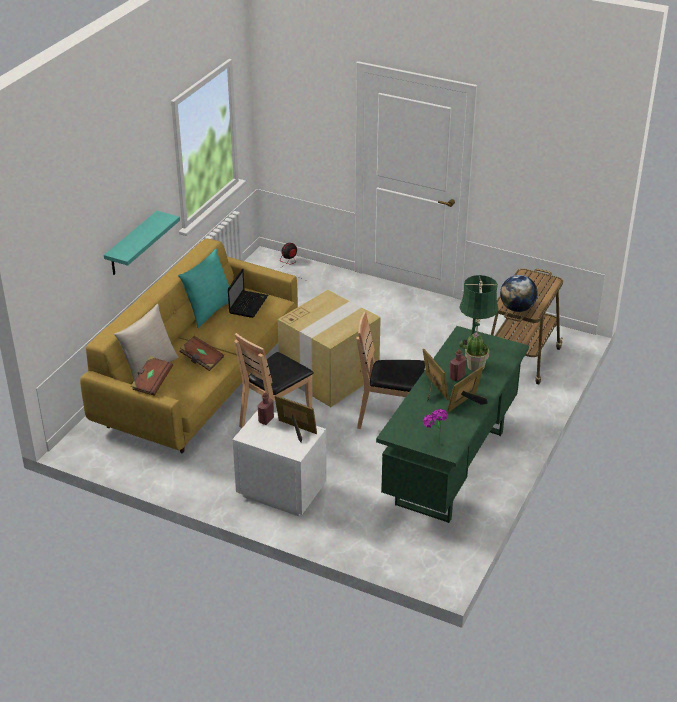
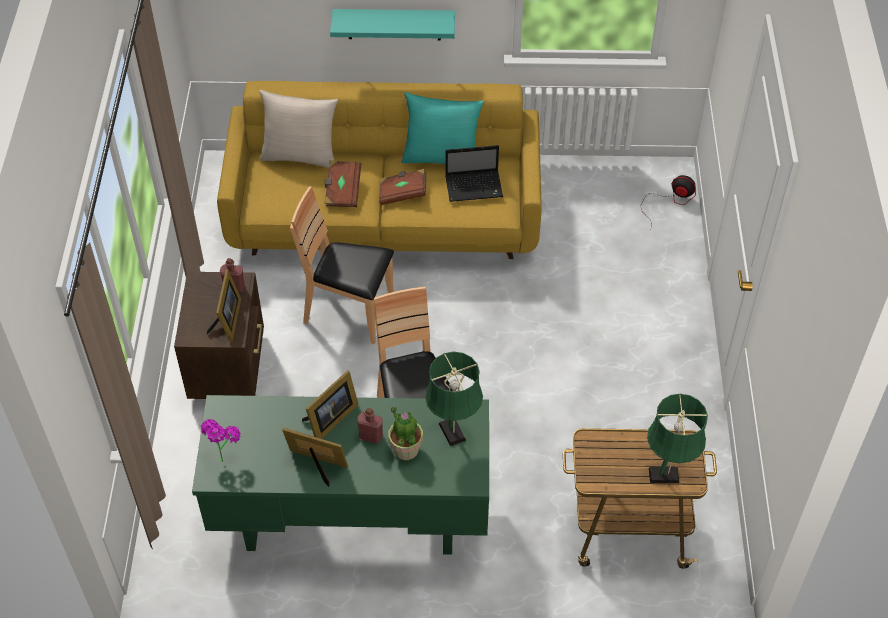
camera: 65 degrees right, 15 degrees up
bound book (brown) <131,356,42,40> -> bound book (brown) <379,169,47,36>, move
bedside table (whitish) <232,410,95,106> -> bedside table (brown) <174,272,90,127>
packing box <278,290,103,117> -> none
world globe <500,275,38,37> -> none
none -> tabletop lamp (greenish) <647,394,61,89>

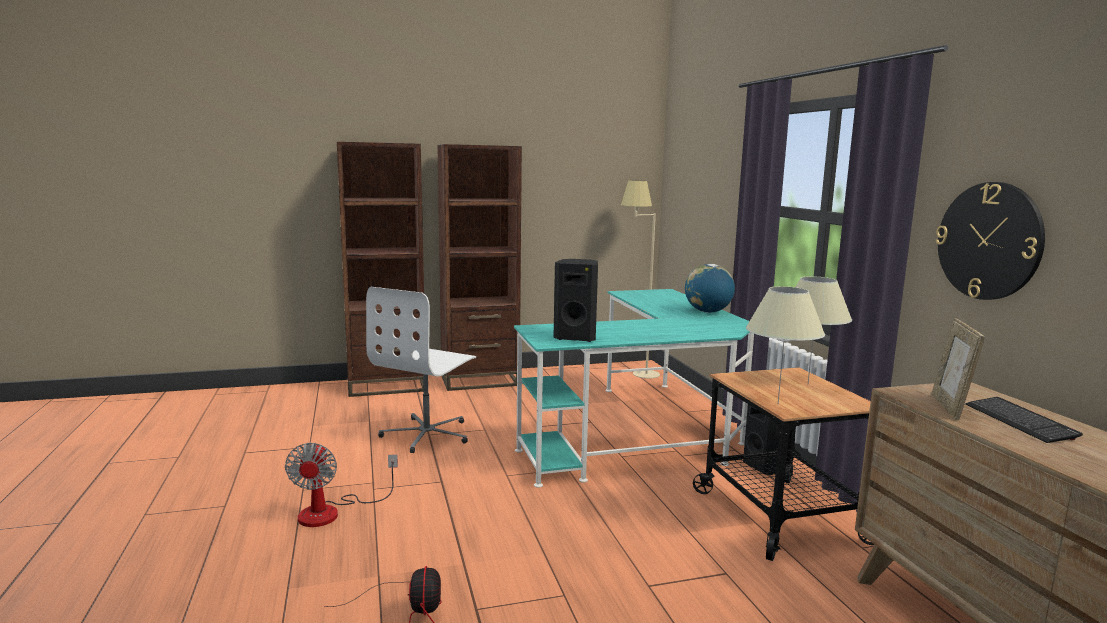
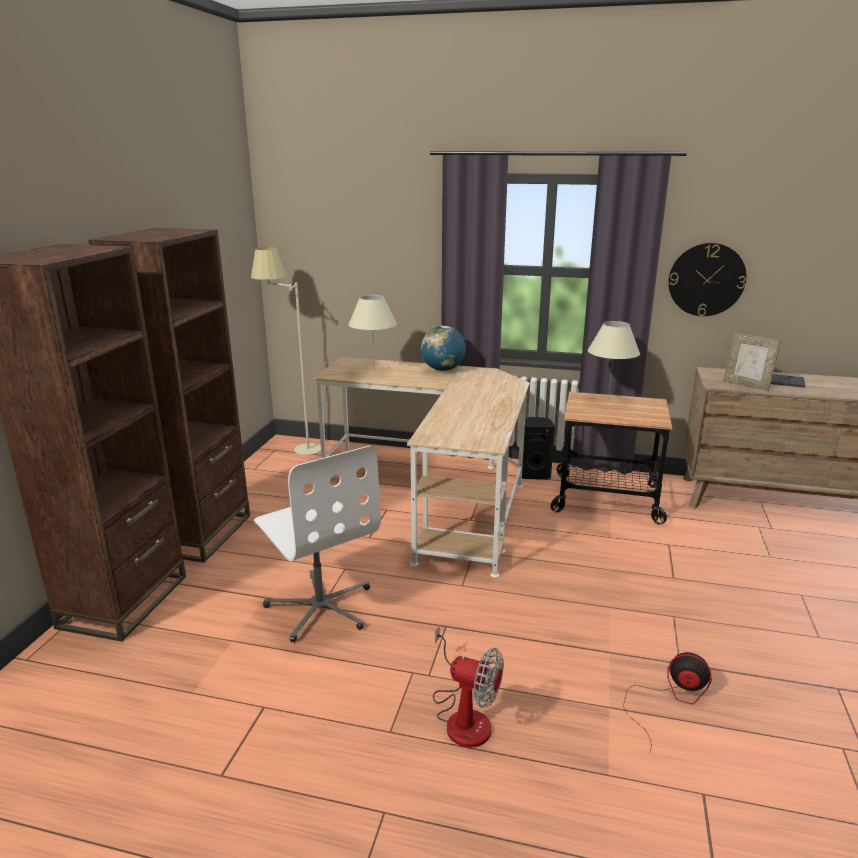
camera: 60 degrees left, 10 degrees up
desk unit (turquoise-coloured) <514,289,240,199> -> desk unit (beige) <314,357,215,221>
speaker (black) <554,259,44,83> -> none
tabletop lamp (beige) <746,286,79,117> -> tabletop lamp (beige) <348,295,49,63>, move

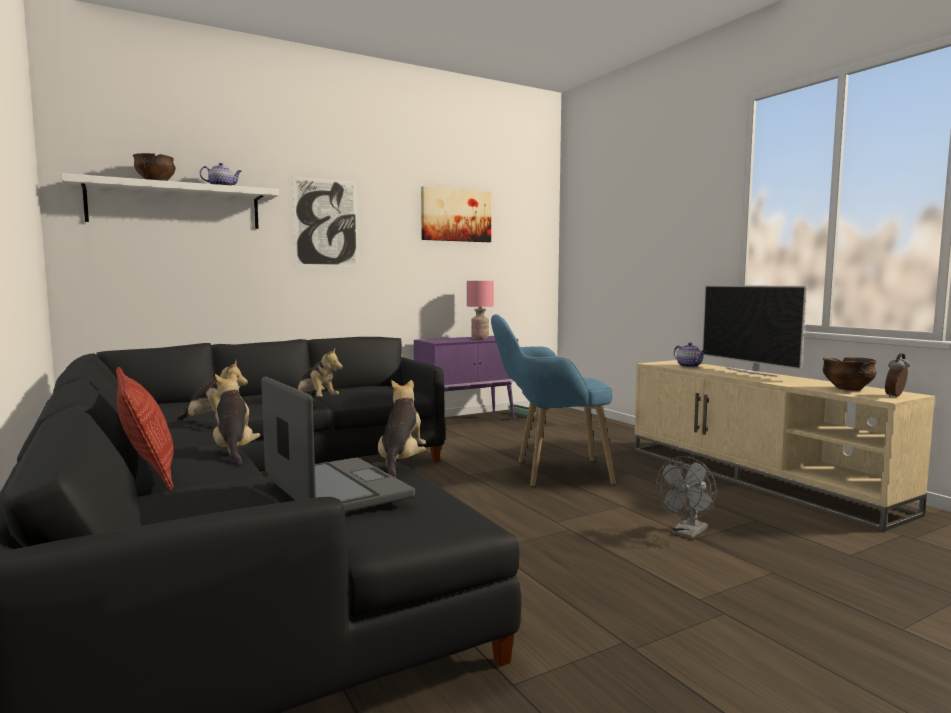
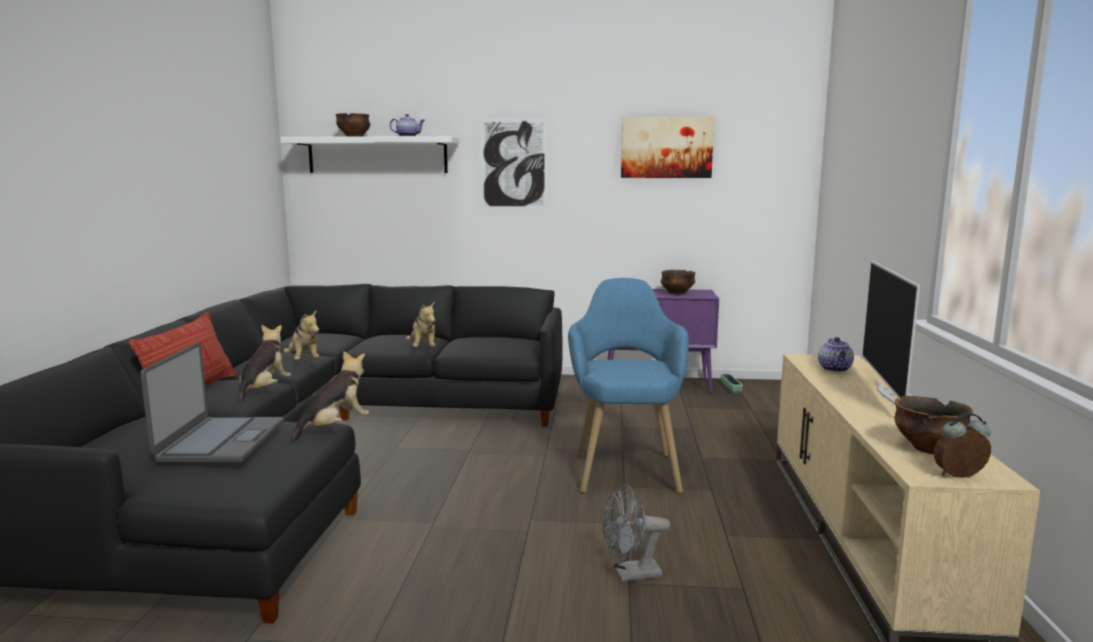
camera: 35 degrees right, 5 degrees up
tabletop lamp (pink-coloured) <467,281,27,58> -> deep dish <661,270,35,25>
lounge chair (blue) <491,314,125,173> -> lounge chair (blue) <568,278,121,216>, 60 degrees clockwise

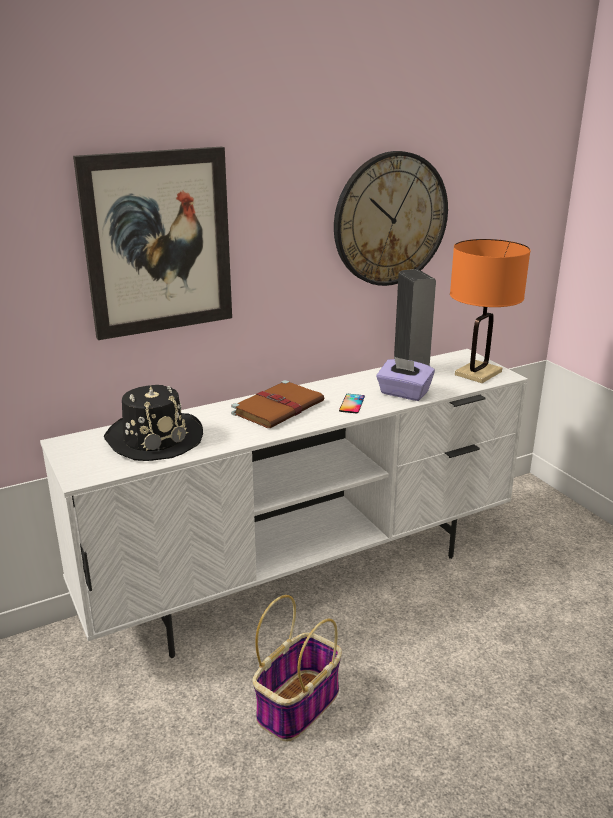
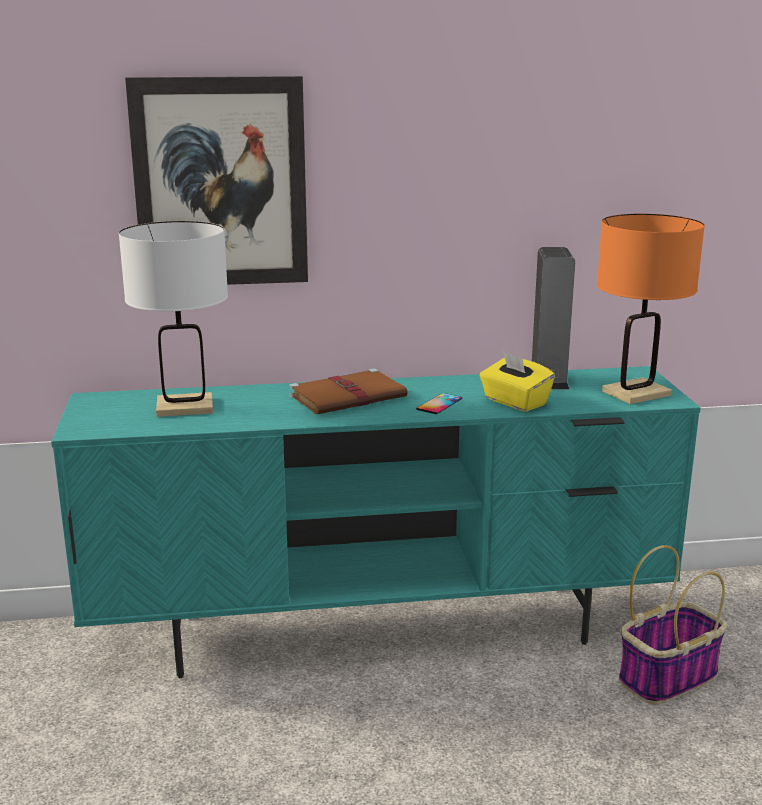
camera: 20 degrees right, 5 degrees down
tv unit (whitish) <40,349,488,309> -> tv unit (turquoise-coloured) <51,366,650,312>
hat (black) <104,385,99,76> -> tabletop lamp (whitish) <119,221,109,196>
basket <252,595,90,146> -> basket <619,545,108,160>, move
wall clock <334,151,114,135> -> none
tissue holder (purple) <376,357,59,44> -> tissue holder (yellow) <480,351,75,61>

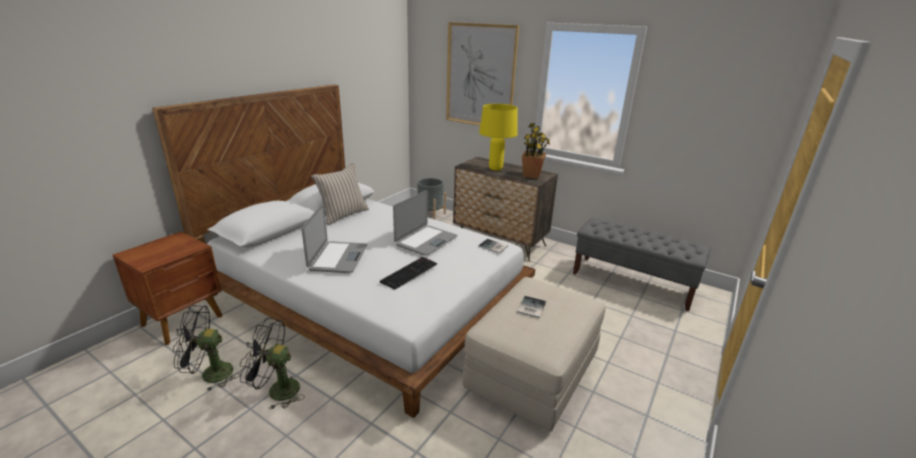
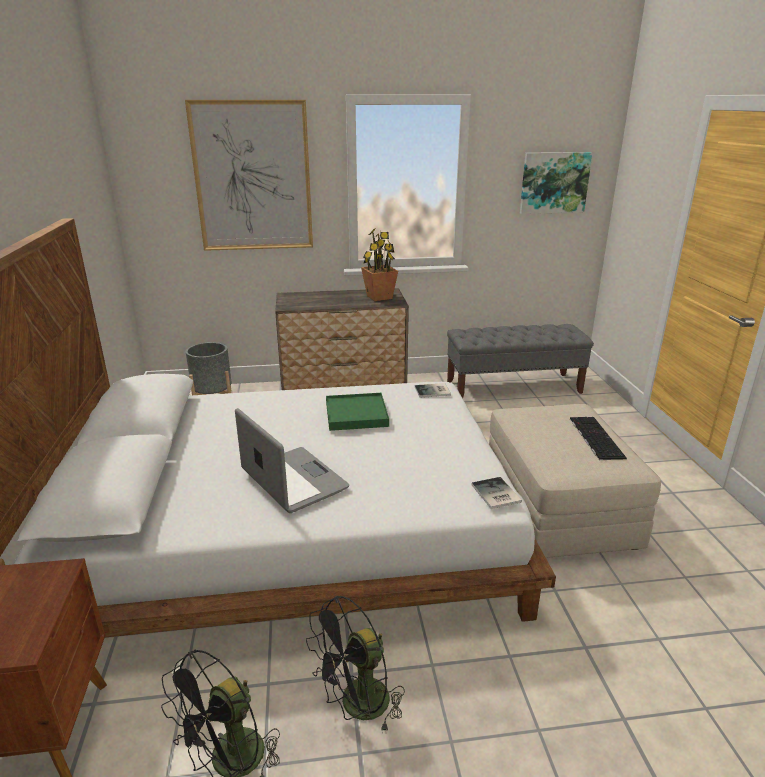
camera: 40 degrees left, 0 degrees up
pillow (beige) <311,163,58,62> -> none
PC keyboard <380,257,57,33> -> PC keyboard <570,417,57,43>, move
laptop <393,190,64,66> -> serving tray (greenish) <326,393,63,38>
tabletop lamp (yellow) <479,104,39,67> -> none
bound book <517,296,29,23> -> bound book <471,477,51,32>, move
none -> wall picture <520,152,73,62>

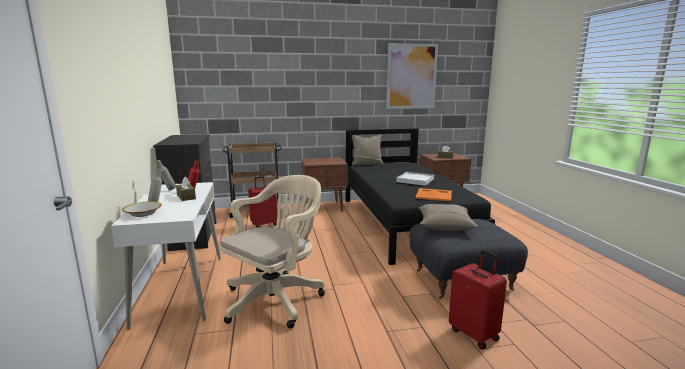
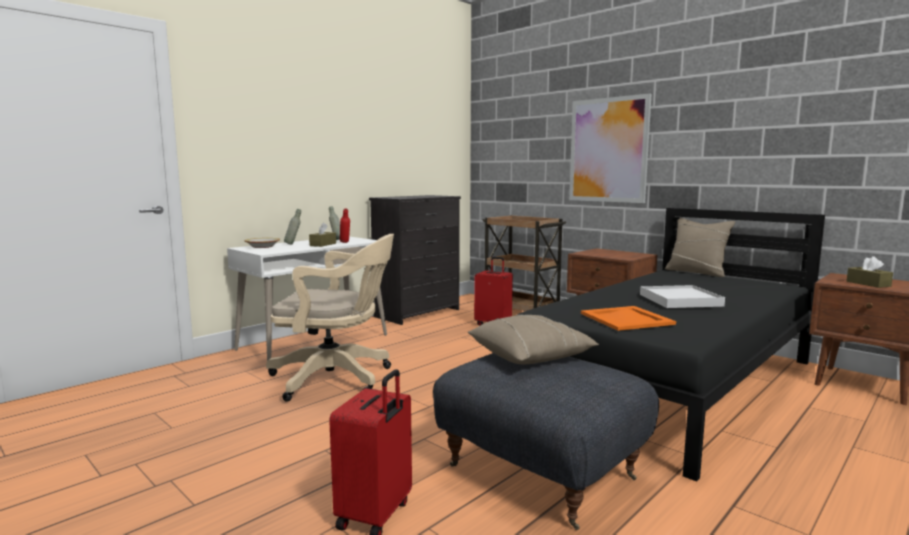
camera: 55 degrees right, 5 degrees down
wall picture <386,43,52,66> -> wall picture <569,93,83,110>, move

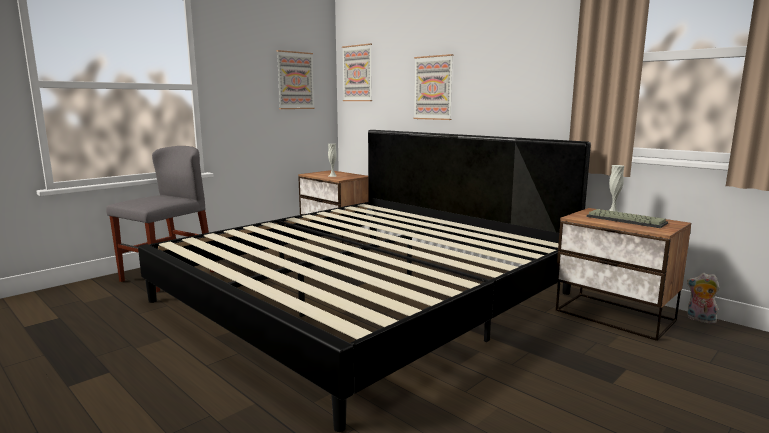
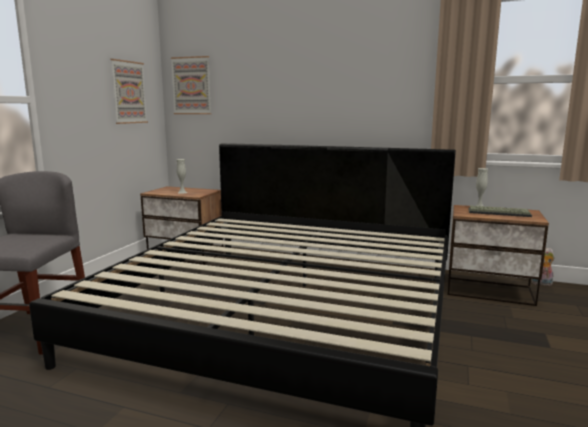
camera: 25 degrees left, 0 degrees up
wall picture <413,54,40,66> -> none

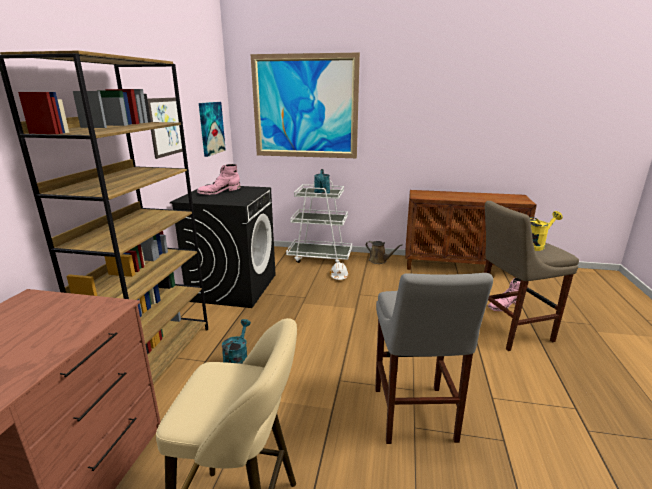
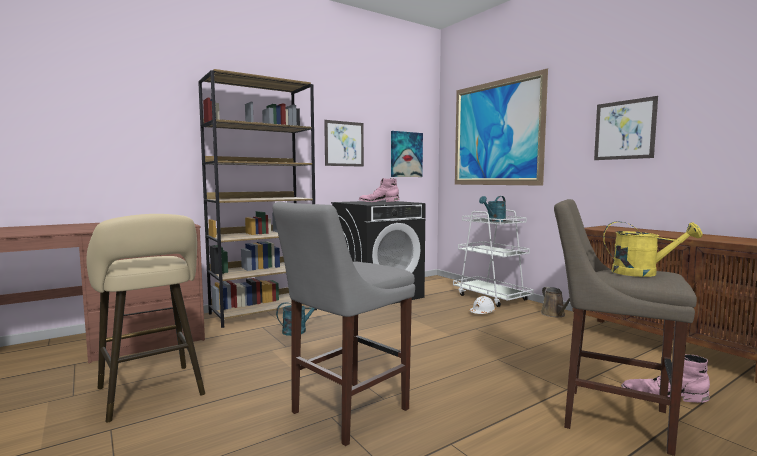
camera: 45 degrees right, 15 degrees down
none -> wall picture <594,96,64,64>

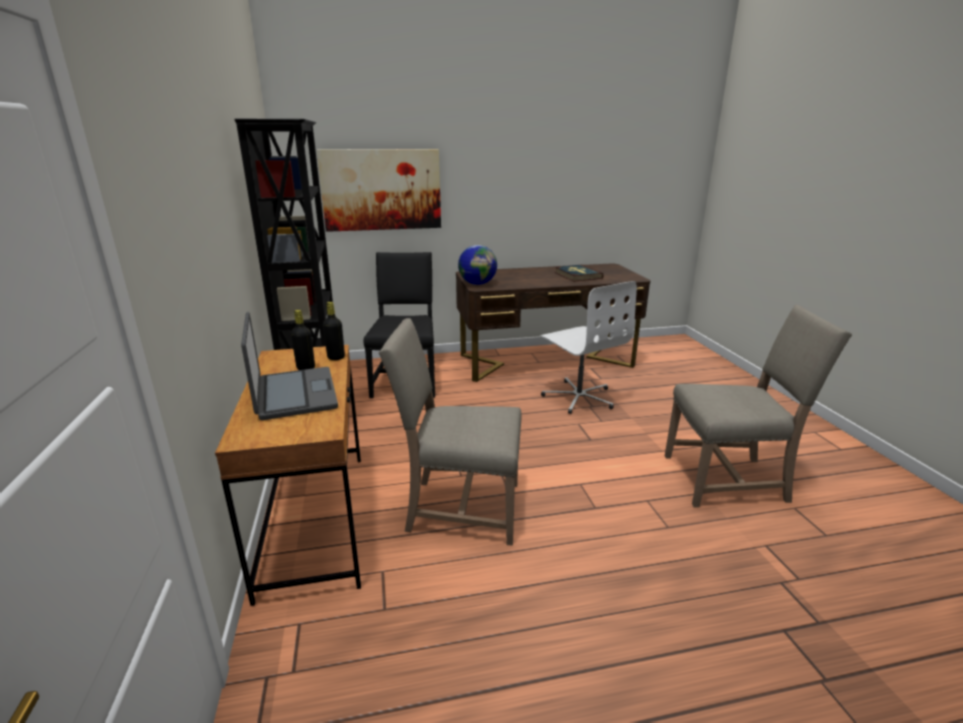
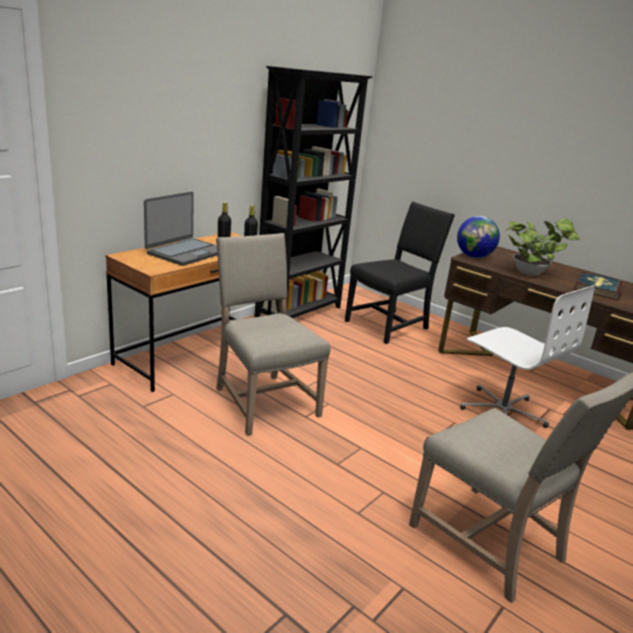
camera: 50 degrees right, 0 degrees up
wall picture <317,149,124,83> -> none
computer chair (whitish) <541,281,96,133> -> computer chair (whitish) <460,285,135,143>, 60 degrees counterclockwise
none -> houseplant <506,219,74,57>

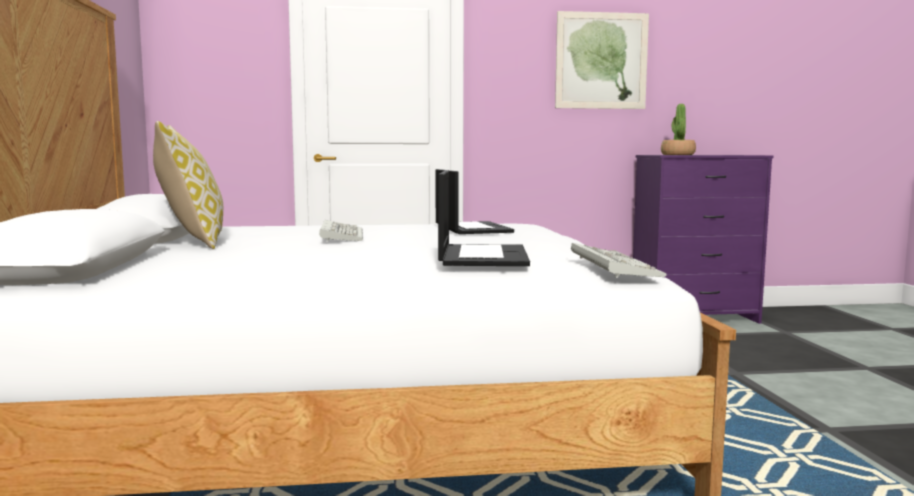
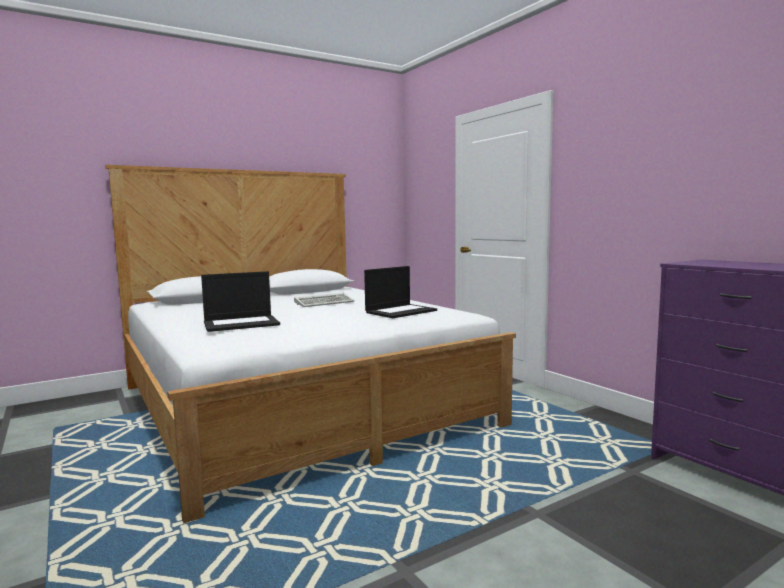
camera: 65 degrees right, 0 degrees up
pillow <153,121,70,128> -> none
wall picture <555,11,94,98> -> none
PC keyboard <571,243,96,35> -> none
houseplant <661,104,35,51> -> none

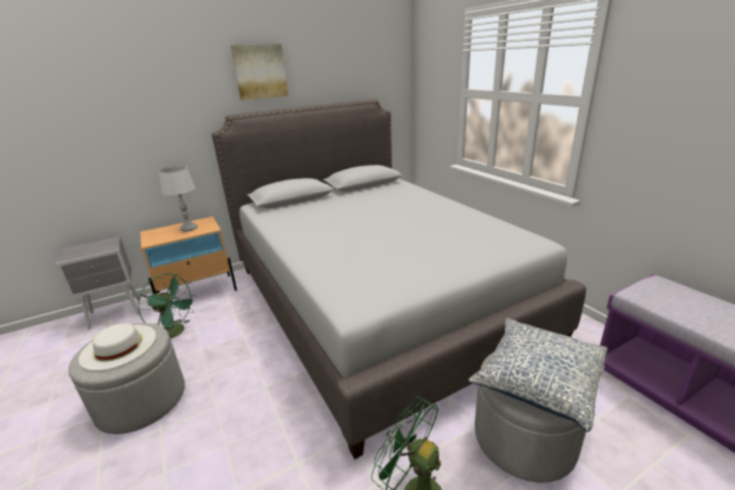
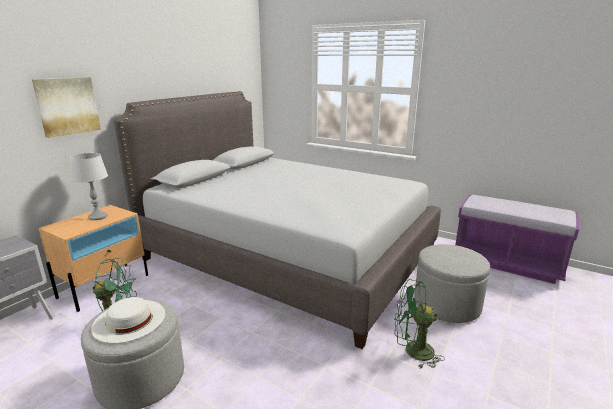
camera: 30 degrees left, 5 degrees down
wall picture <231,44,57,56> -> wall picture <32,77,69,61>, move
pillow <469,318,139,114> -> none

